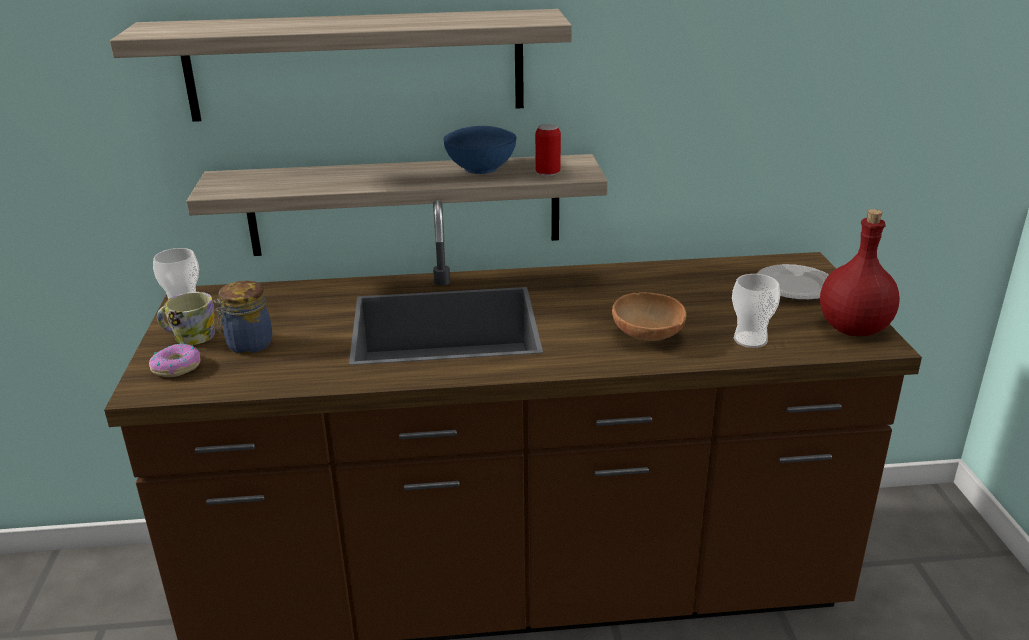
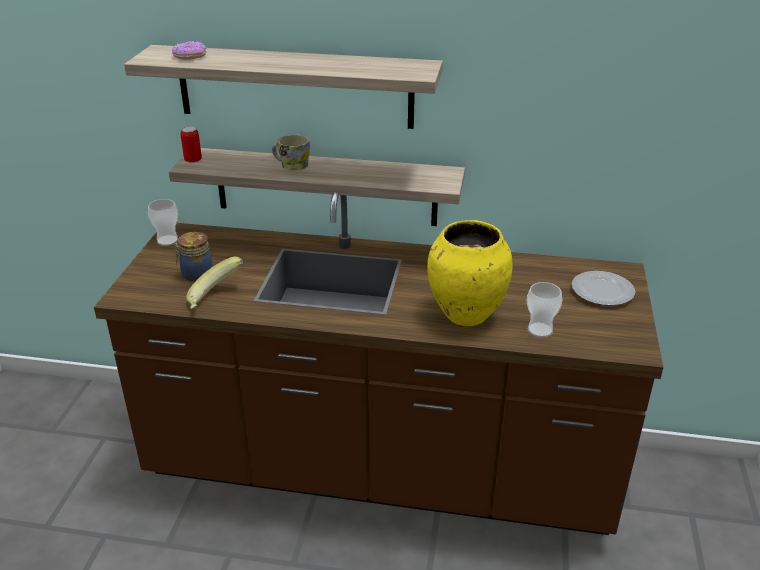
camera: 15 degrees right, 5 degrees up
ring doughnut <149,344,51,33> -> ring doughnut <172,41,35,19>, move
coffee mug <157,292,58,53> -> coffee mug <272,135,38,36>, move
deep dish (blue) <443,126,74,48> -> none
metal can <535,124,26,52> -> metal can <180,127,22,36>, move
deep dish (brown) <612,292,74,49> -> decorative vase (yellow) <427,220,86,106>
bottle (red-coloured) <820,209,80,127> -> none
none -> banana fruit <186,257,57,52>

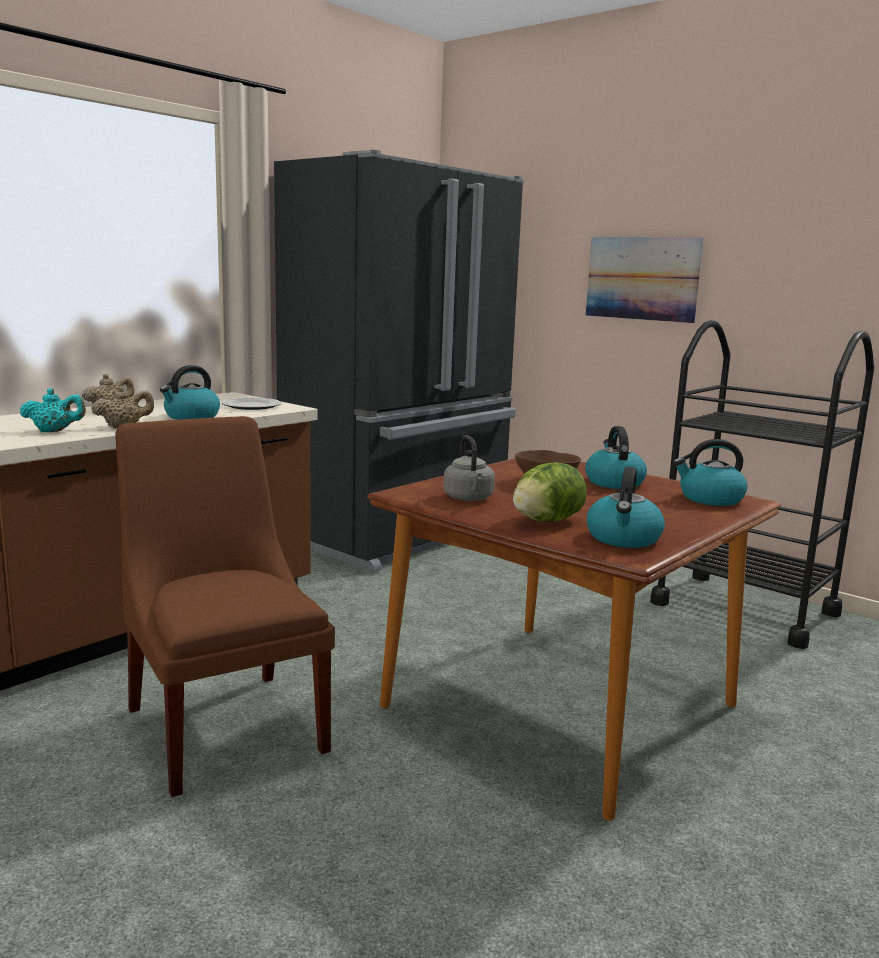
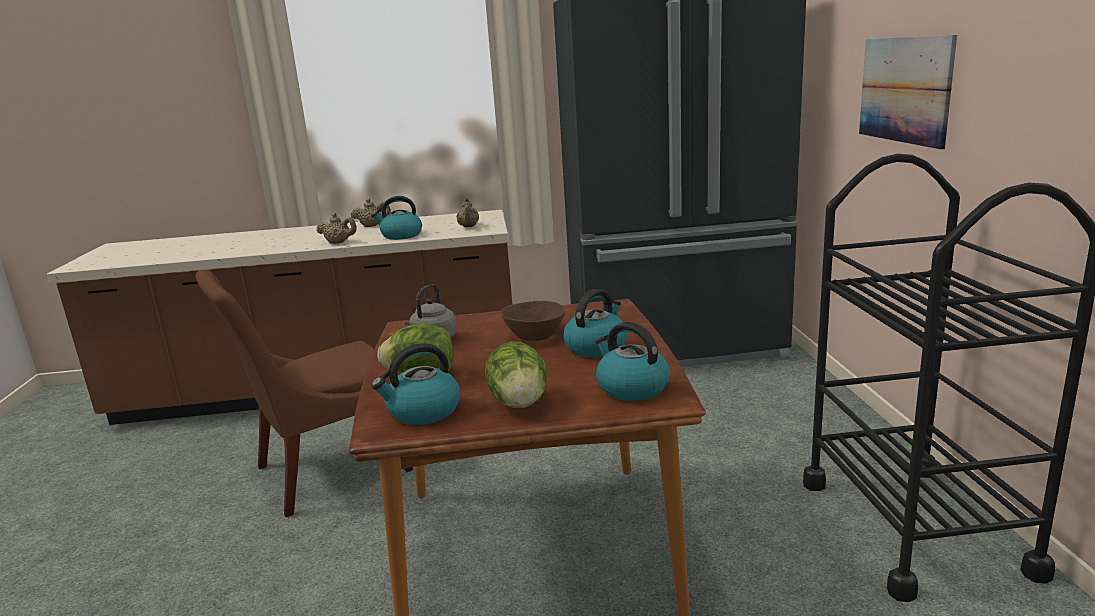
camera: 45 degrees right, 5 degrees up
pot for tea (turquoise-coloured) <20,388,66,44> -> none
upright chair (brown) <115,416,220,381> -> upright chair (brown) <195,270,218,247>, 135 degrees counterclockwise
plate <222,398,60,12> -> pot for tea (beige) <456,198,23,29>
none -> lettuce head <485,341,62,67>

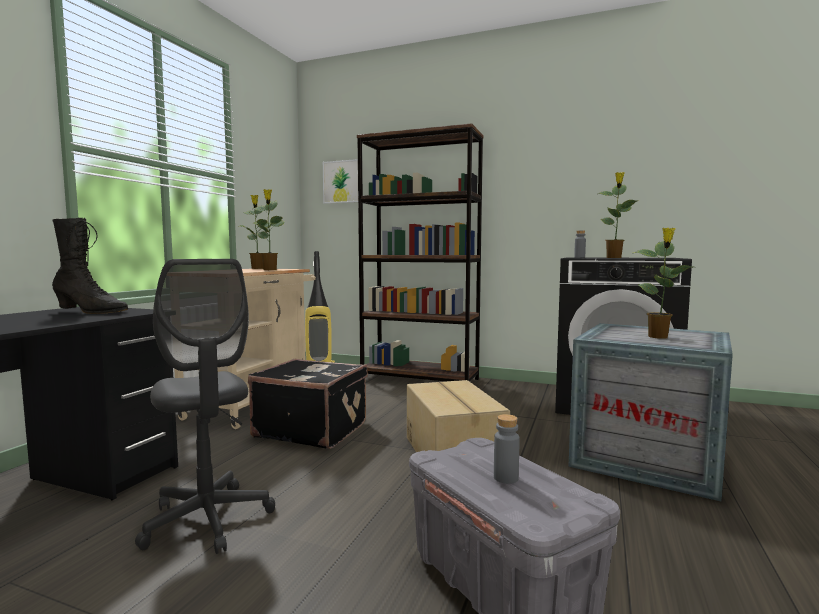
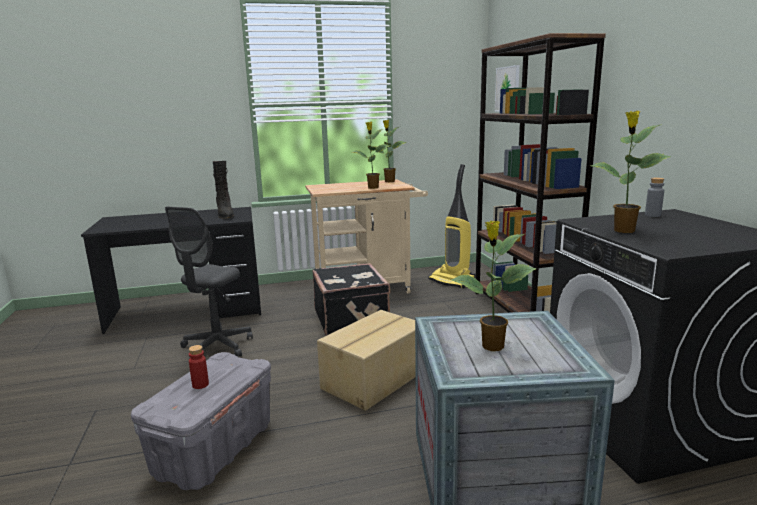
camera: 55 degrees right, 10 degrees up
bottle (greyish) <494,414,26,70> -> bottle (red-coloured) <189,345,20,44>

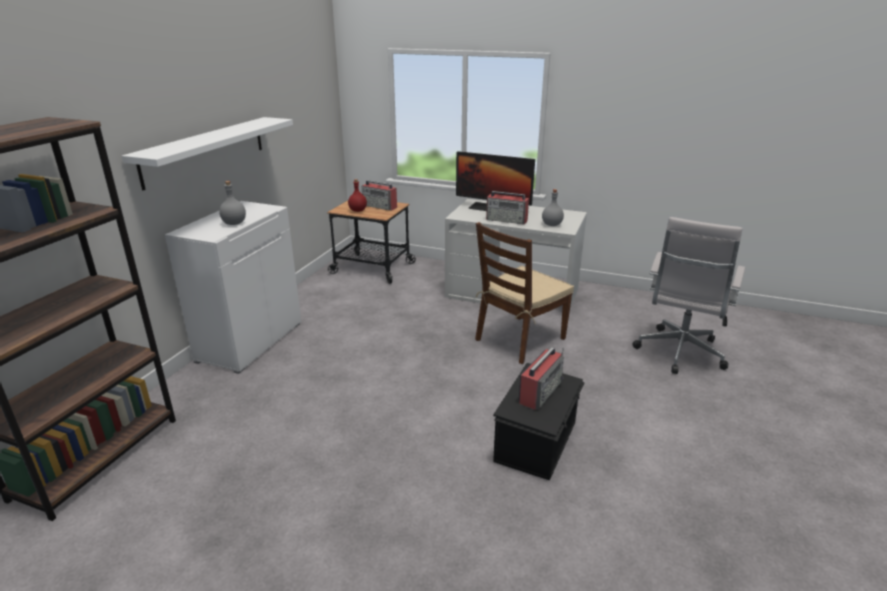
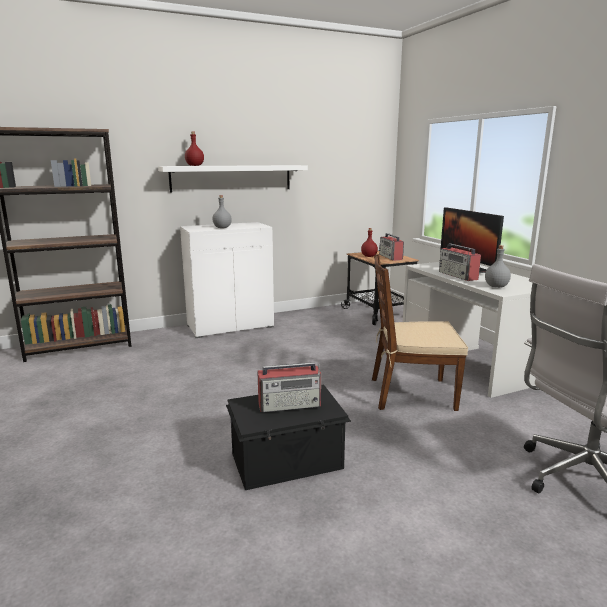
camera: 45 degrees right, 10 degrees down
none -> bottle (red-coloured) <185,132,19,34>

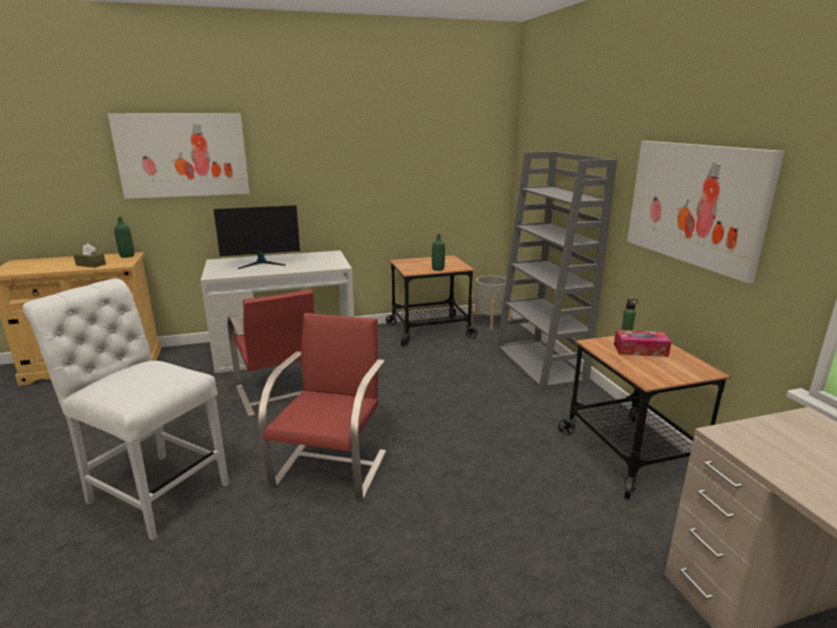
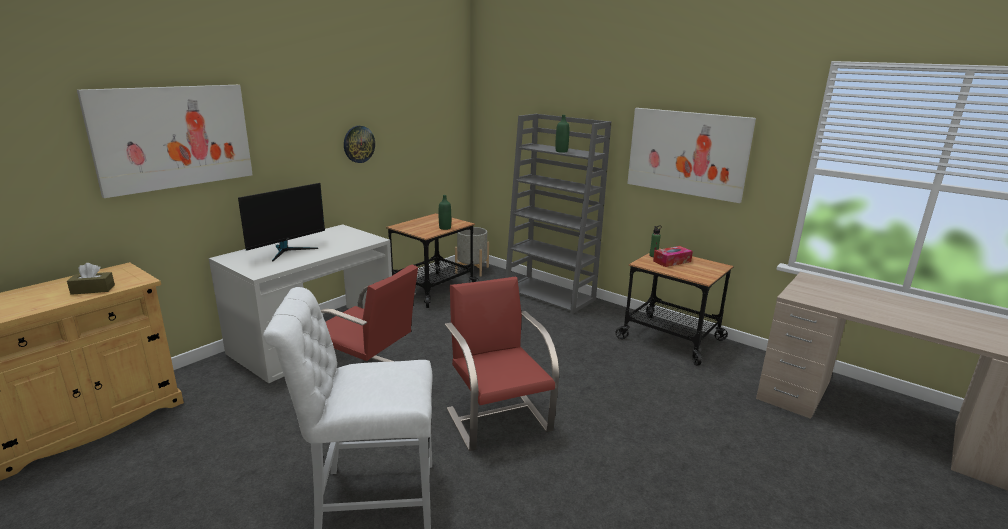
camera: 35 degrees left, 0 degrees up
bottle (greenish) <114,217,20,41> -> bottle (greenish) <555,115,14,38>, move
none -> wall clock <344,126,31,37>

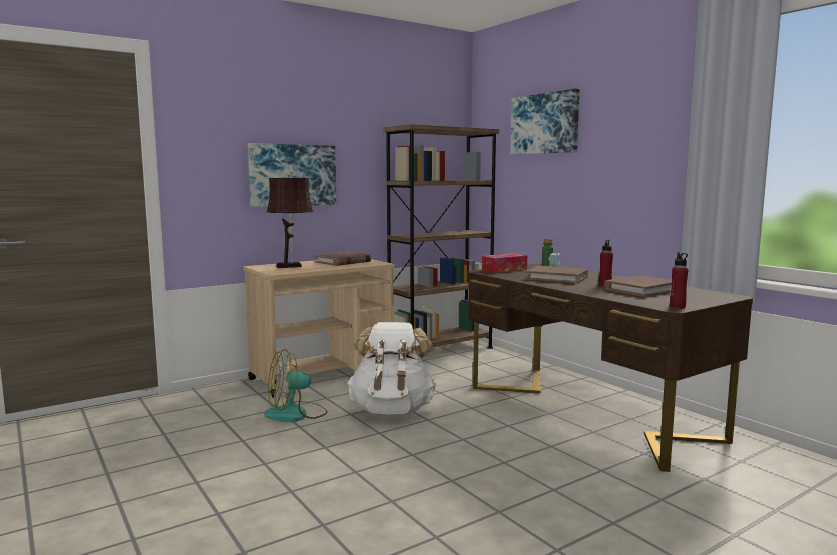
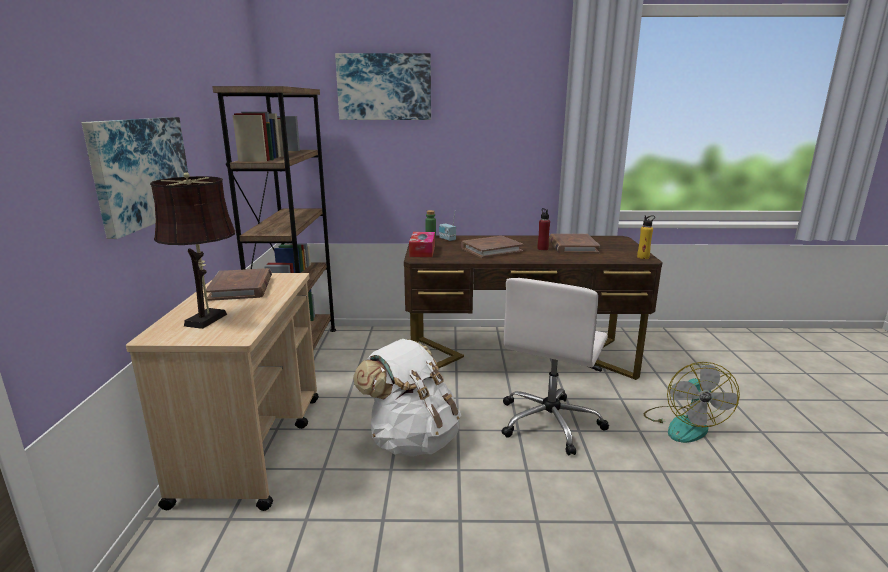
camera: 55 degrees left, 10 degrees up
fan <264,349,64,73> -> fan <644,362,96,81>, move
bottle (red-coloured) <670,252,18,57> -> bottle (yellow) <637,215,18,44>
none -> computer chair (whitish) <502,278,107,177>

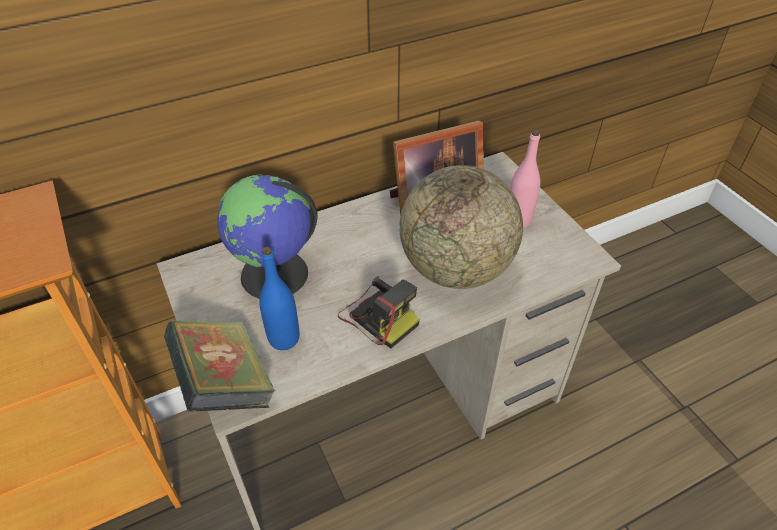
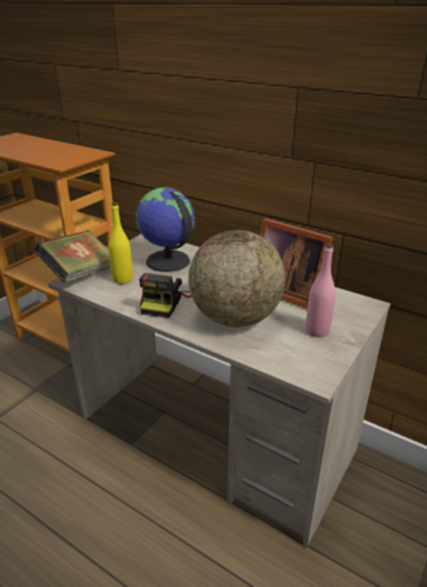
camera: 60 degrees right, 15 degrees down
bottle (blue) <259,247,40,103> -> bottle (yellow) <108,202,25,82>

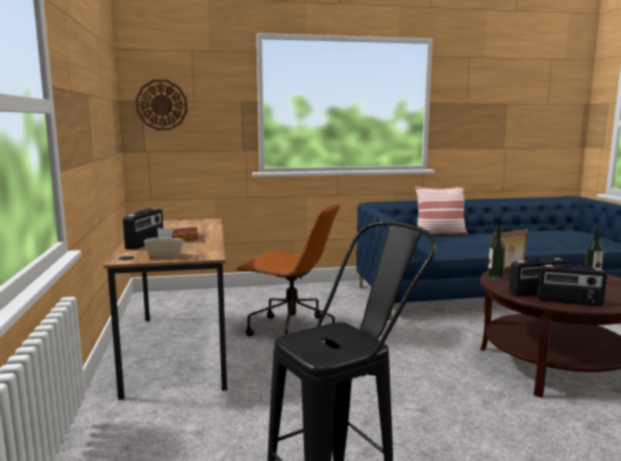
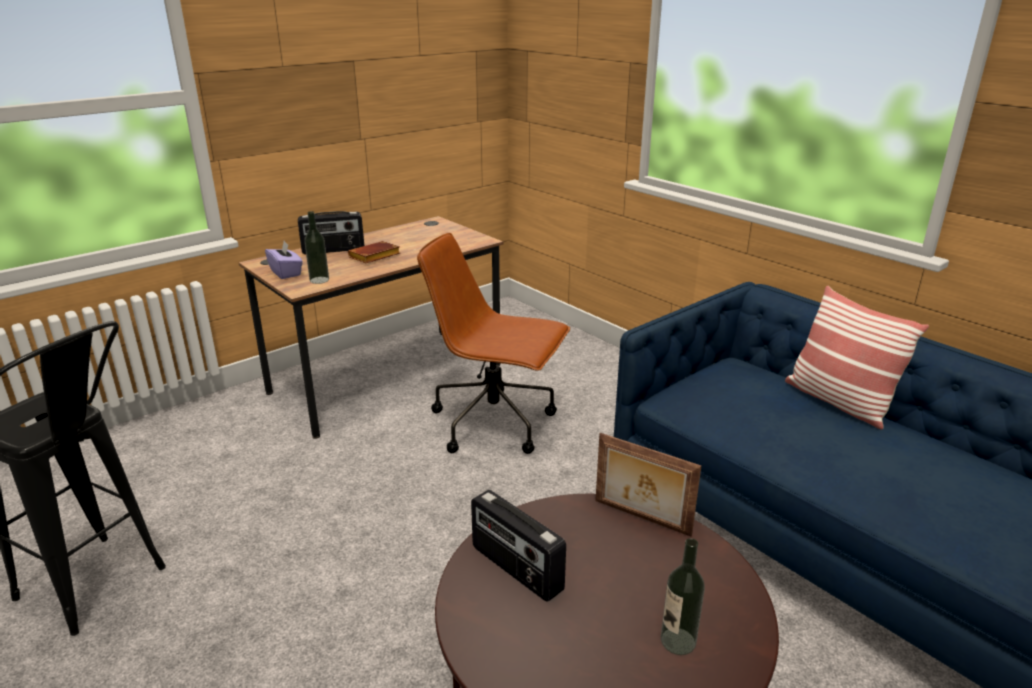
camera: 60 degrees right, 15 degrees up
wall clock <136,80,51,50> -> none
tissue holder (beige) <144,228,41,31> -> tissue holder (purple) <265,241,38,38>
computer chair (brown) <235,203,105,133> -> computer chair (brown) <417,233,153,221>, 120 degrees clockwise
bottle <488,226,17,55> -> bottle <304,211,25,73>, move
radio <537,264,70,42> -> none

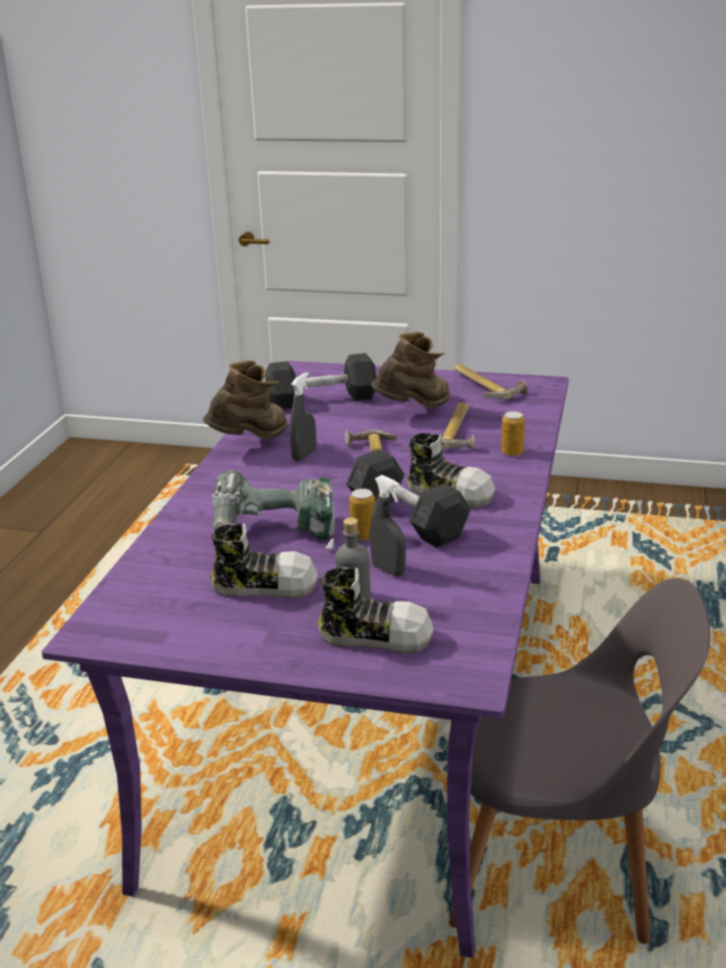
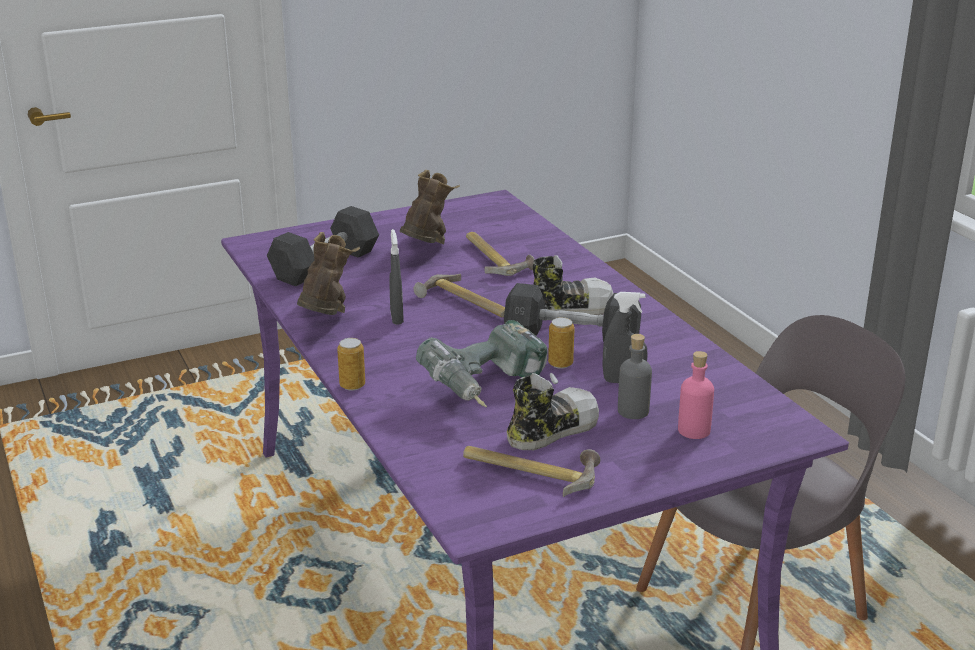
camera: 40 degrees left, 0 degrees up
shoe <317,567,117,86> -> bottle (pink-coloured) <678,351,36,88>
tool hammer <454,364,74,36> -> tool hammer <463,446,138,51>, move
metal can <501,411,24,46> -> metal can <337,338,28,53>, move

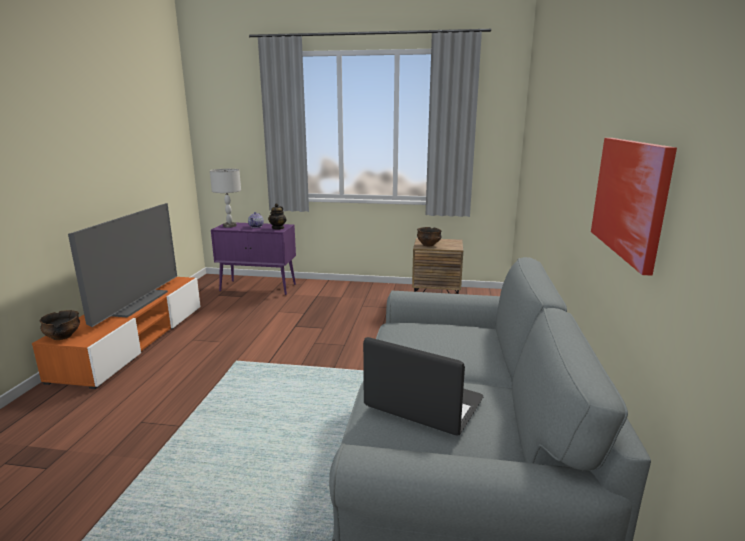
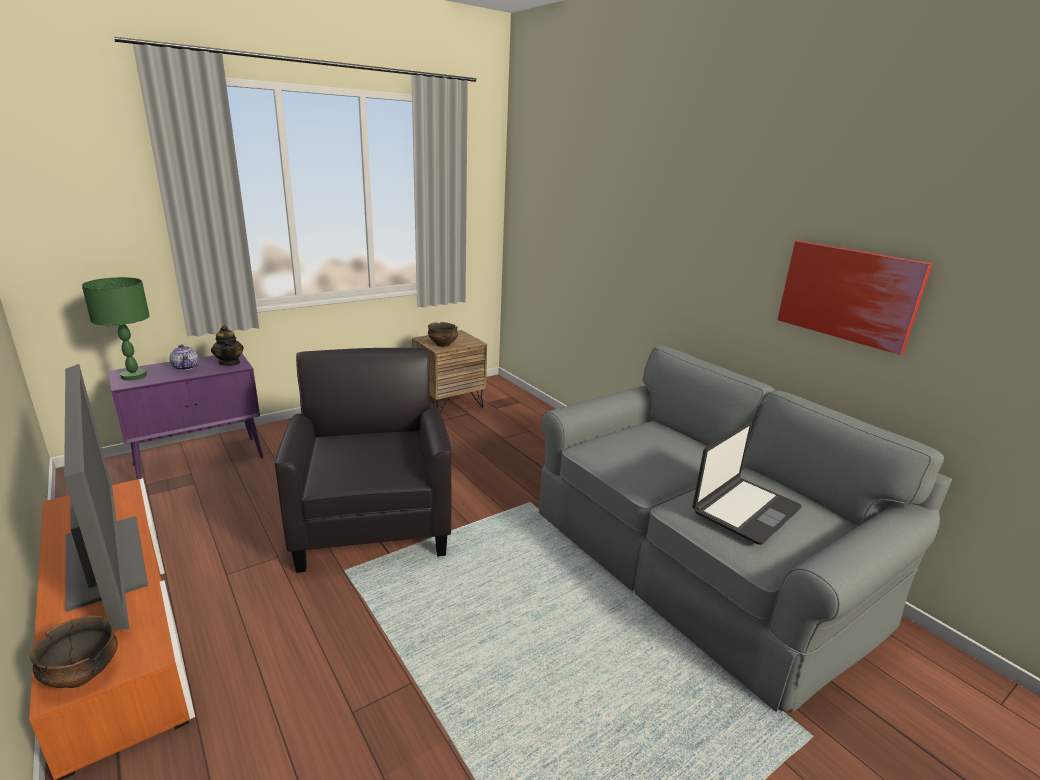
camera: 45 degrees left, 5 degrees up
tabletop lamp (greyish) <210,169,31,59> -> tabletop lamp (greenish) <82,277,68,103>
laptop <363,337,120,98> -> laptop <693,422,109,123>, 150 degrees clockwise
none -> lounge chair (black) <274,348,178,225>

